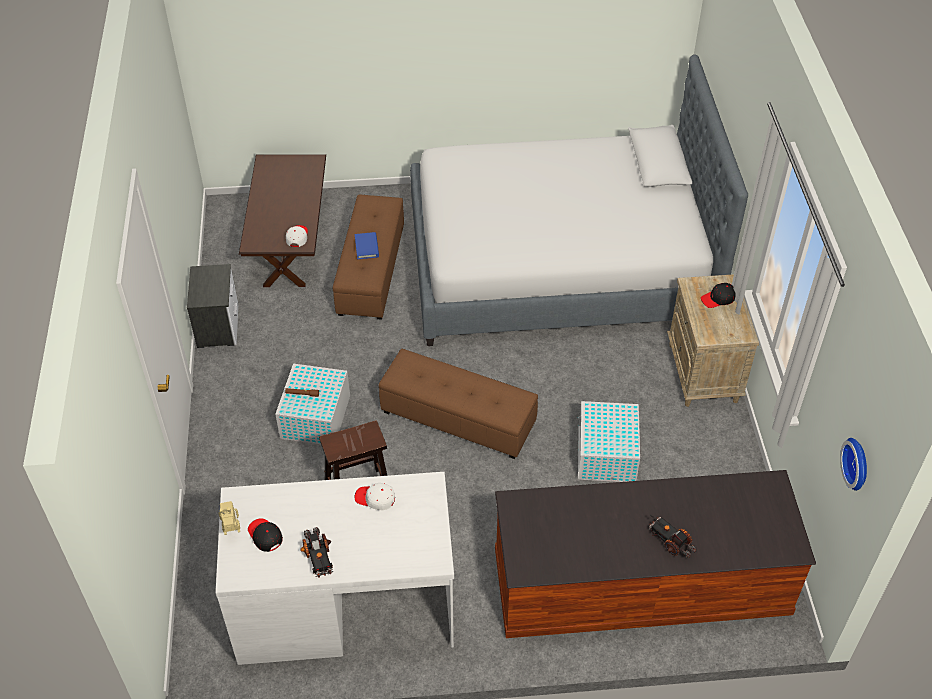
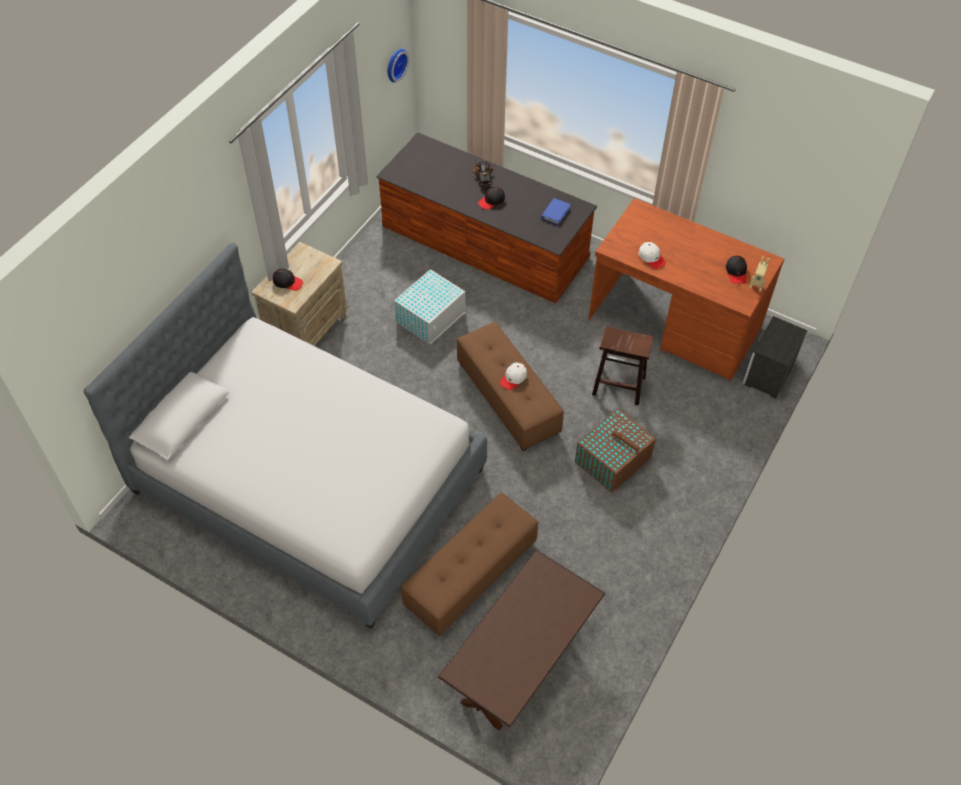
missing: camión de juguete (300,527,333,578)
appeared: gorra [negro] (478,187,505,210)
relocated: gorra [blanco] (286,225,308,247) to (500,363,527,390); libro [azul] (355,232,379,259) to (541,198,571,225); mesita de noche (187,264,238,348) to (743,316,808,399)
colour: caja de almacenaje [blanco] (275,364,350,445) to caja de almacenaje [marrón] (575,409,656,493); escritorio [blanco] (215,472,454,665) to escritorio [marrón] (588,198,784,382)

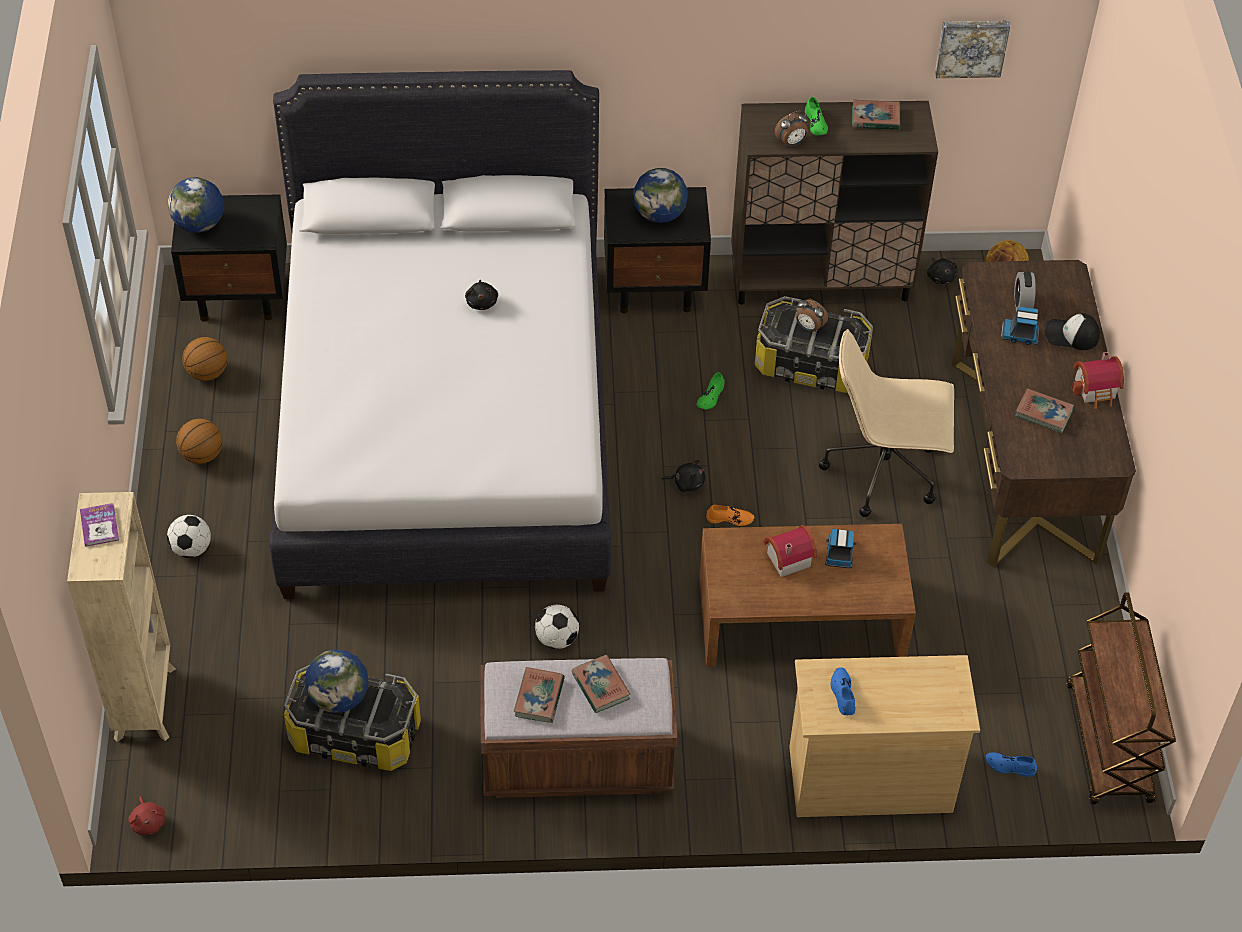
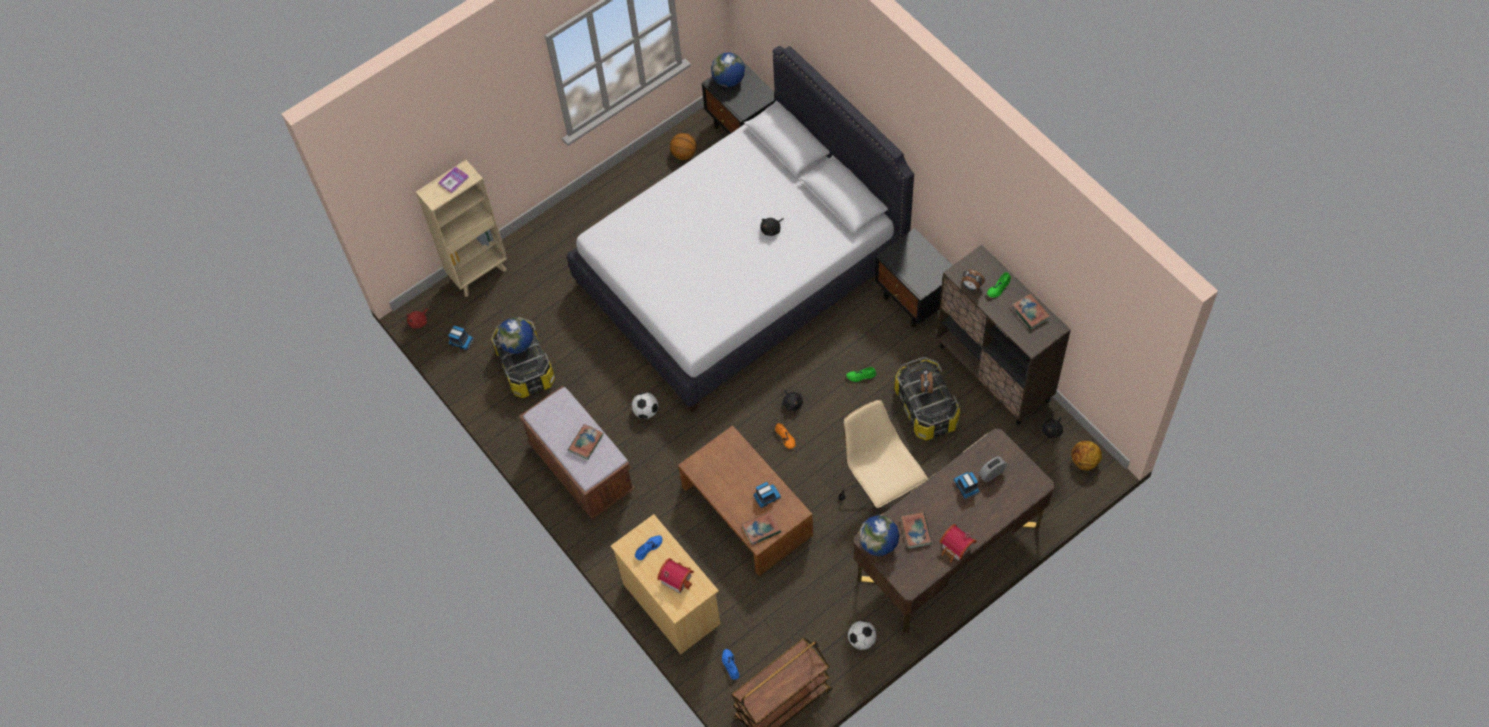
missing: cuadro (935,21,1010,78); gorra (1045,313,1100,350); balón de baloncesto (176,419,223,464)
appeared: camión de juguete (448,325,474,350)
relocated: globo terráqueo (633,168,688,223) to (859,515,900,556); balón de fútbol (167,515,211,558) to (848,621,877,650); casita (763,525,817,577) to (657,558,694,593); libro (514,667,565,723) to (742,511,781,545)

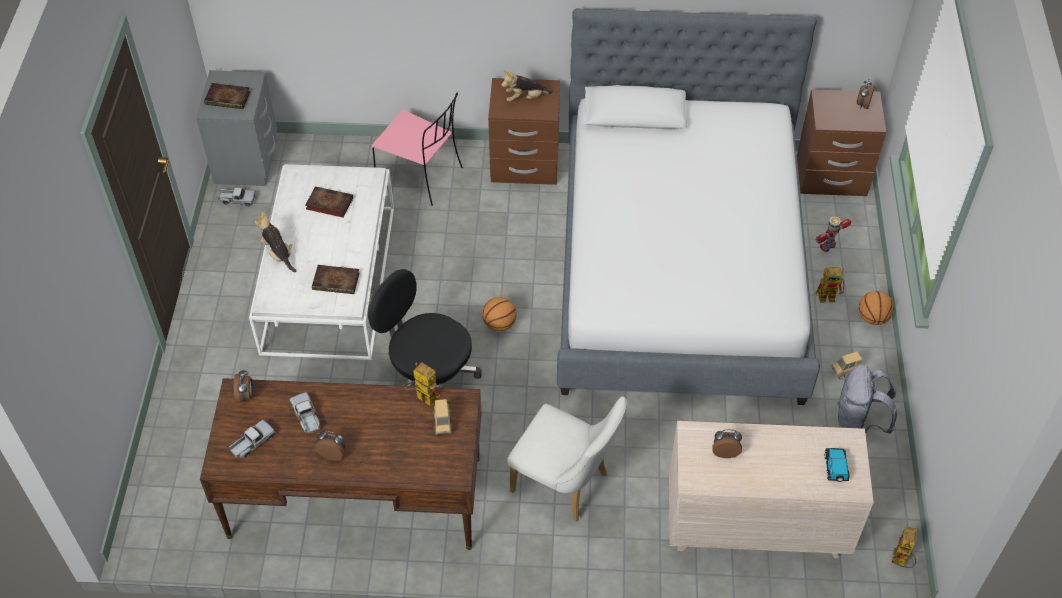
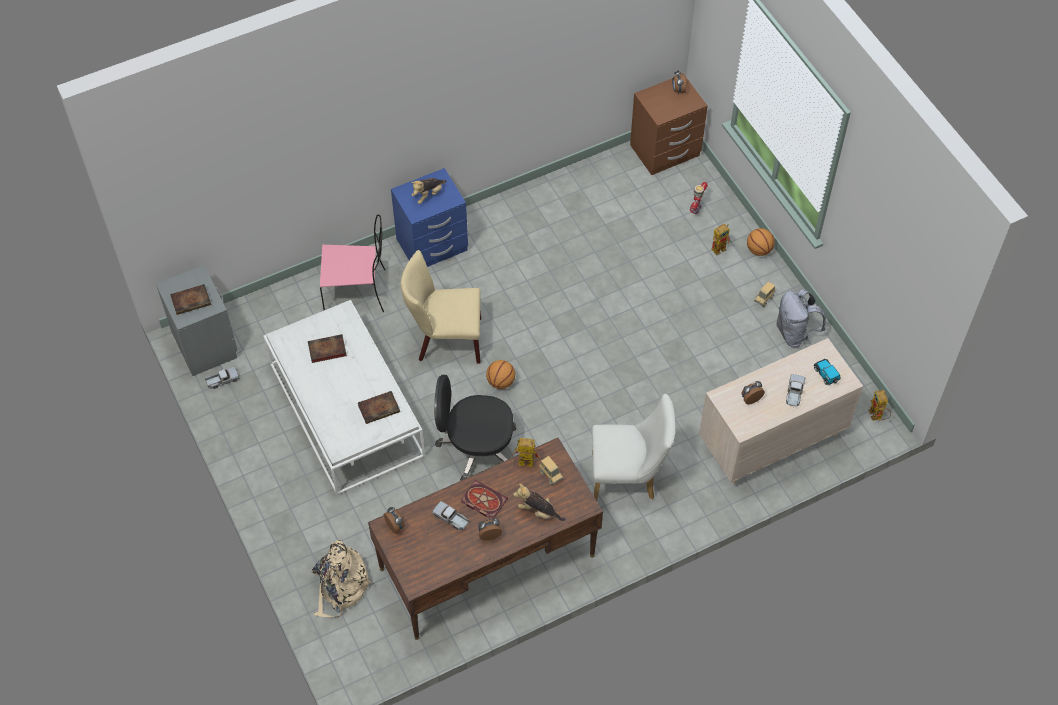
missing: cama (557,8,820,405)
appeared: silla [beis] (401,250,481,364); libro (461,480,508,520); mochila [beis] (311,540,372,617)
relocated: peluche (255,211,296,272) to (513,484,565,521); camión de juguete (229,420,275,458) to (786,374,805,407)
colour: mesita de noche [marrón] (488,78,560,185) to mesita de noche [azul] (391,168,468,267)

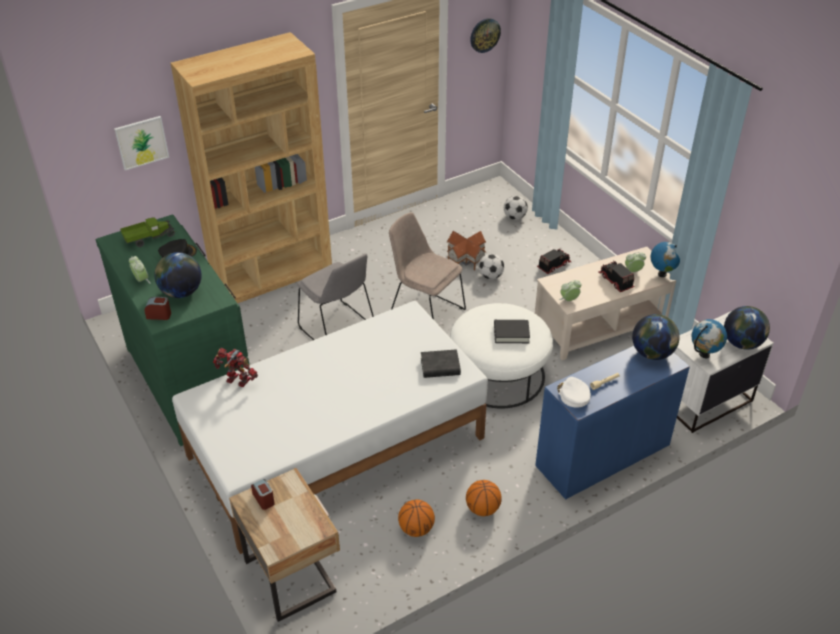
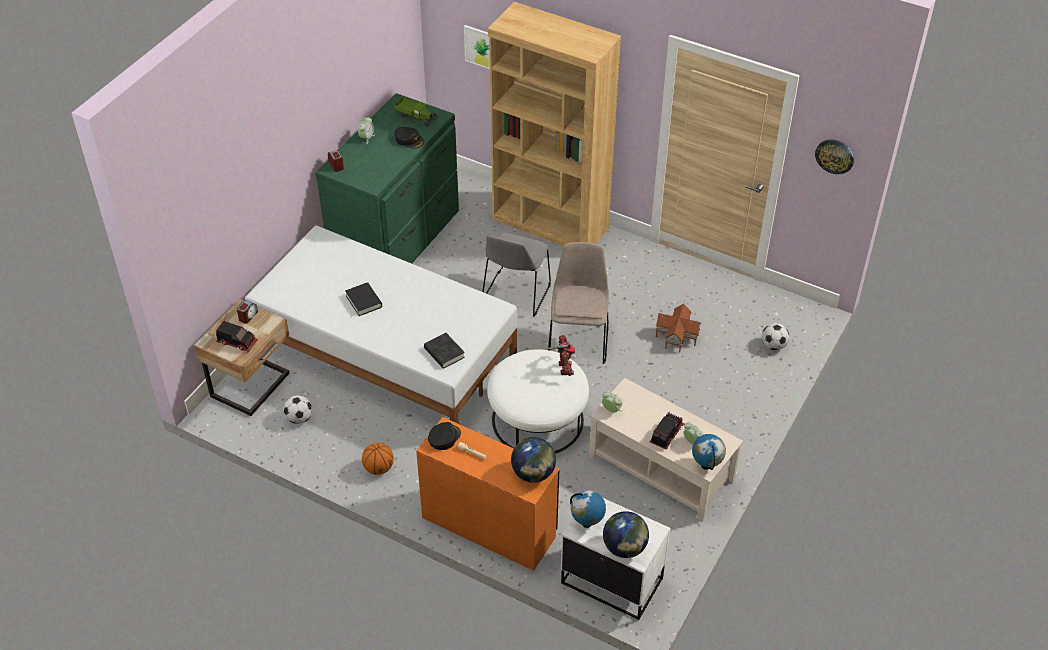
missing: globo terráqueo (154,252,202,298); balón de baloncesto (398,500,435,537)
relocated: camión de juguete (537,249,571,274) to (216,320,258,352); balón de fútbol (478,254,504,279) to (283,395,312,424); libro [negro] (494,320,530,343) to (345,282,382,316); robot de juguete (213,348,258,387) to (548,335,575,376)
colour: escritorio [azul] (535,346,690,499) to escritorio [naranja] (416,417,559,571); gorra [blanco] (557,377,591,408) to gorra [negro] (428,422,461,450)

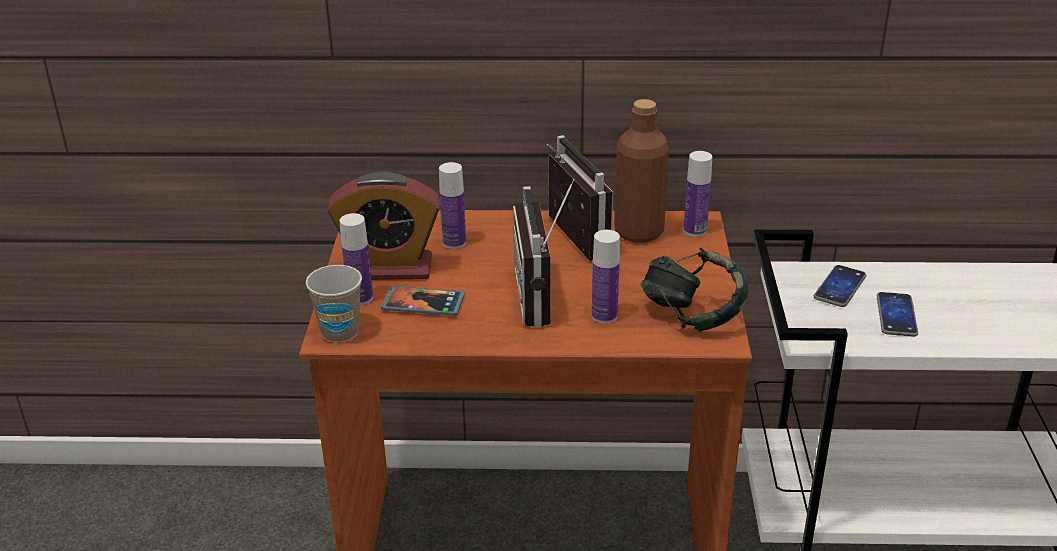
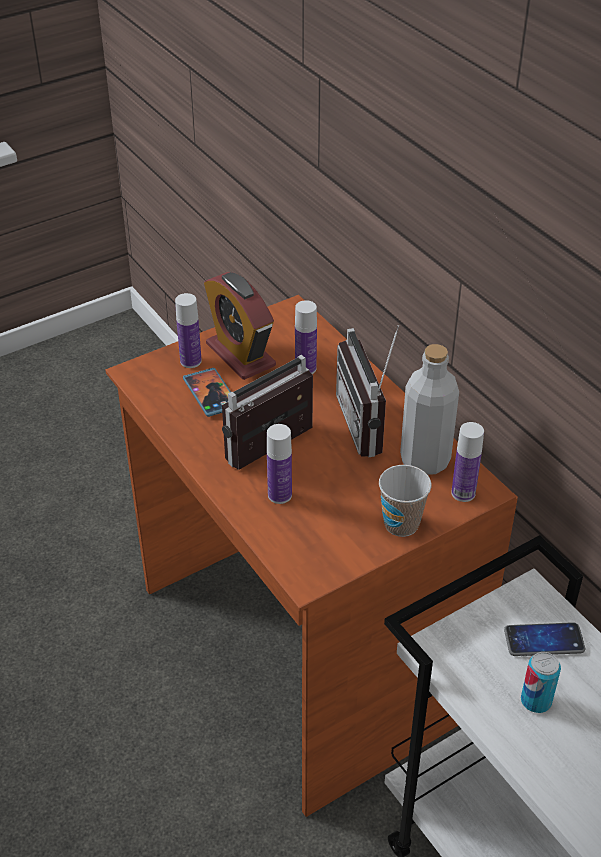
missing: auriculares (641,248,748,332)
relocated: taza (306,265,362,343) to (379,465,431,537)
exchanged: móvil (877,292,918,337) to lata (521,652,561,713)
colour: botella [marrón] (614,99,669,243) to botella [gris] (400,344,459,475)
spun: radio (547,135,613,261) = (336,325,399,457) 135 degrees clockwise

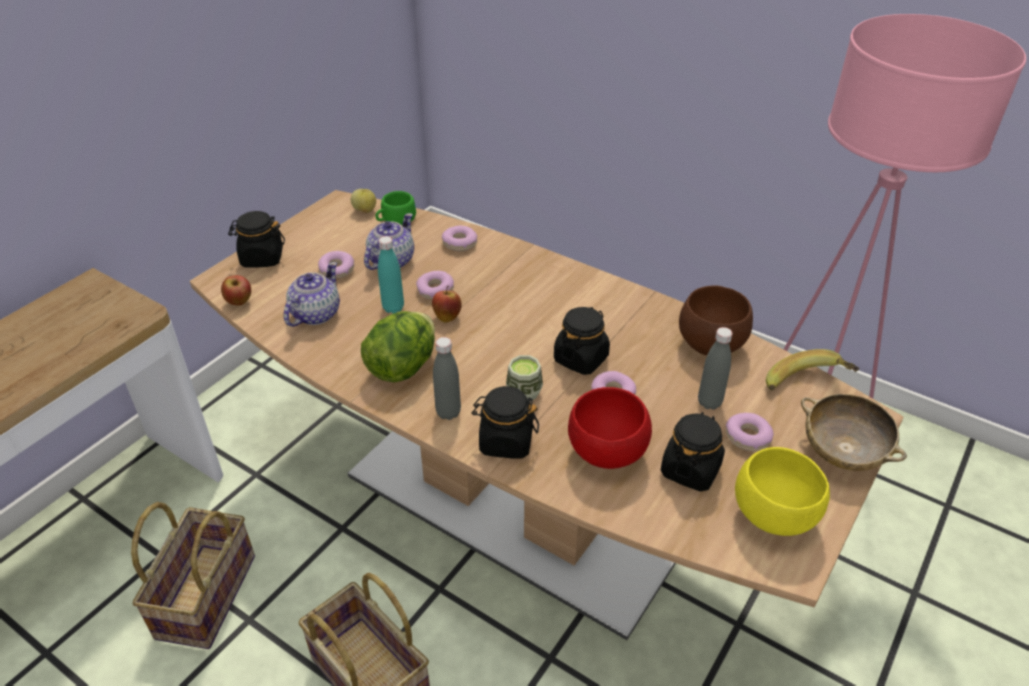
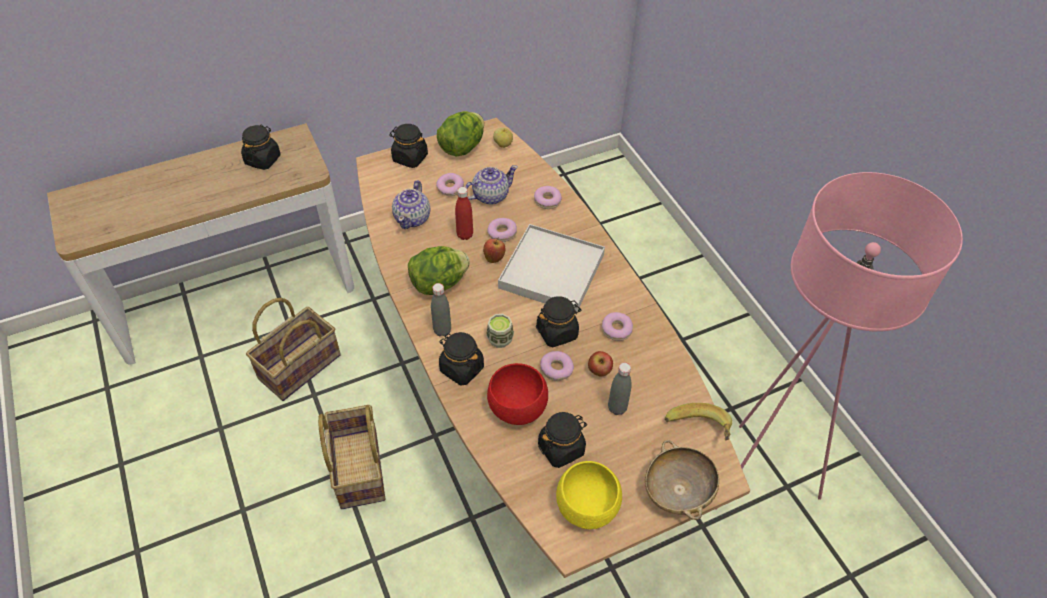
missing: taza [verde] (376,191,416,225); cuenco [marrón] (679,285,753,355)
appeared: lechuga (437,111,484,156); tarro [negro] (241,125,281,170); bandeja [blanco] (498,224,605,312)
relocated: manzana (221,275,251,306) to (588,351,613,377); rosquilla (726,413,774,451) to (602,312,633,341)
colour: botella [turquesa] (378,236,404,313) to botella [rojo] (455,187,473,240)
spun: tetera (284,262,340,327) = (392,180,430,229) 135 degrees clockwise

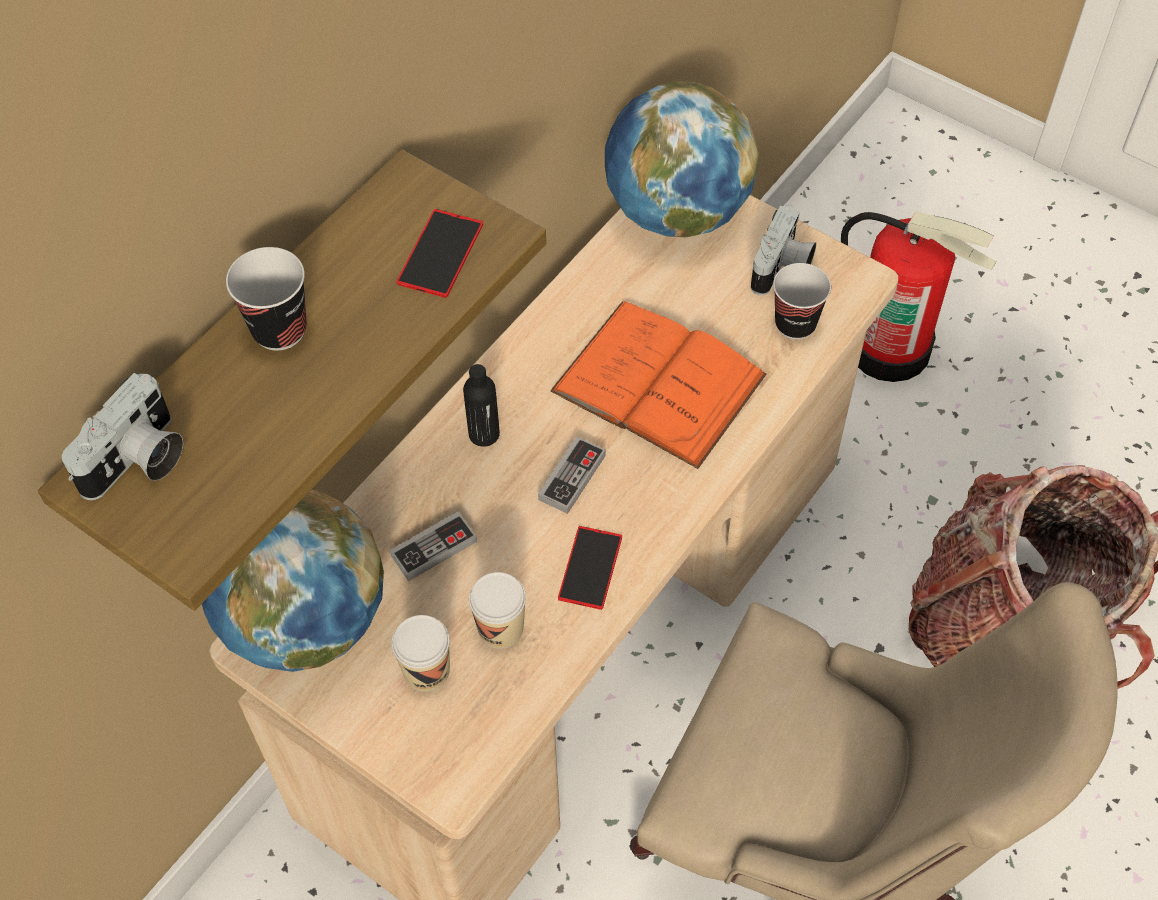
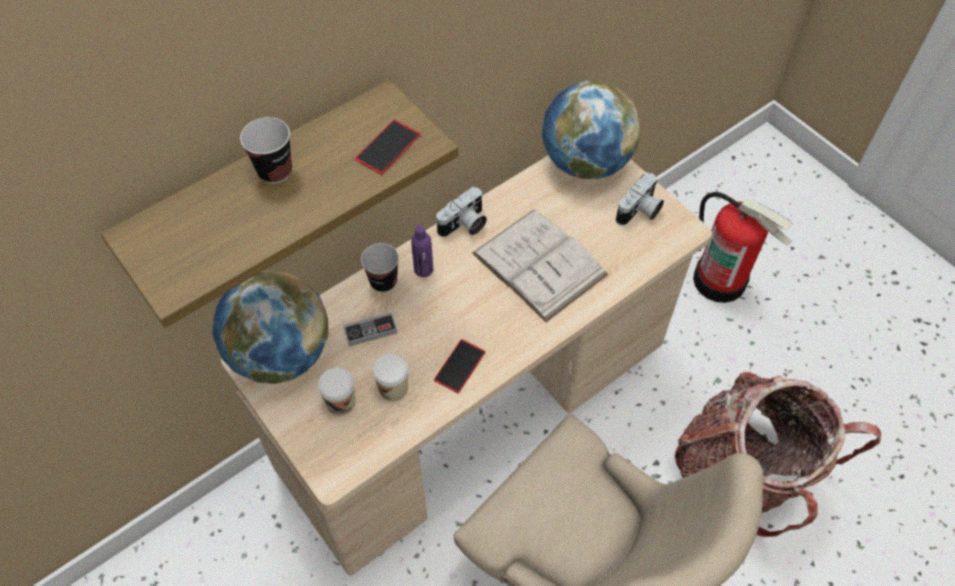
missing: mando de consola (538,436,606,514)
relocated: taza (773,263,831,340) to (361,243,399,292); cámara (62,373,183,500) to (436,187,487,237)
colour: libro [naranja] (550,301,767,469) to libro [blanco] (472,209,608,322); botella [negro] (463,364,500,447) to botella [morado] (411,225,433,277)

